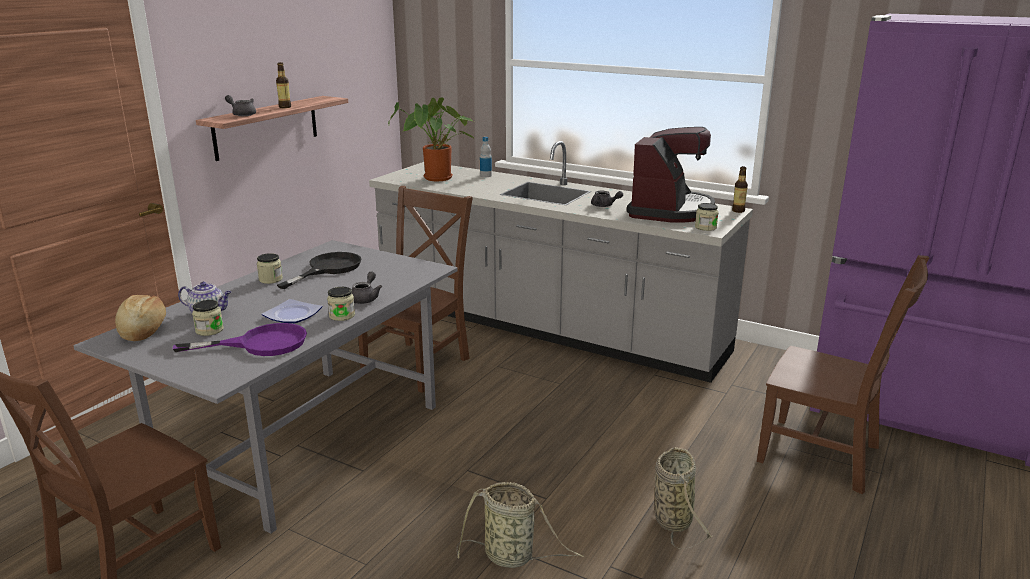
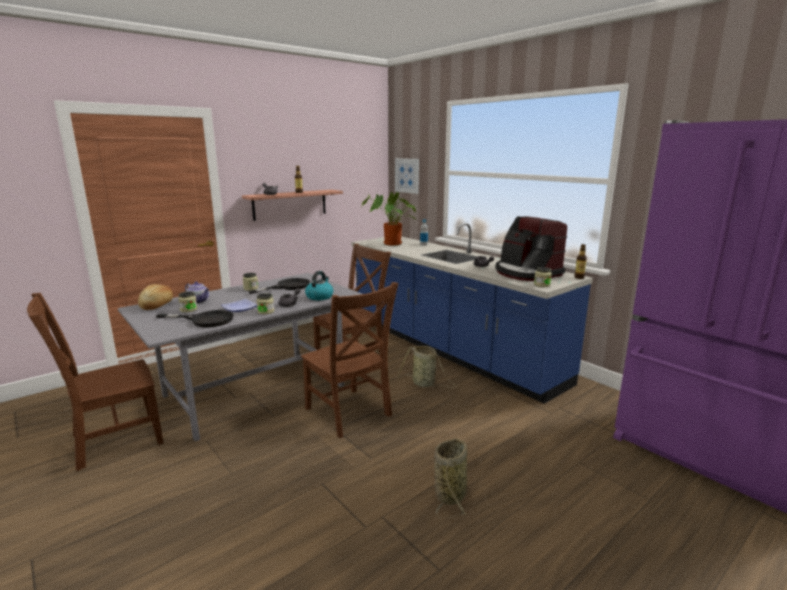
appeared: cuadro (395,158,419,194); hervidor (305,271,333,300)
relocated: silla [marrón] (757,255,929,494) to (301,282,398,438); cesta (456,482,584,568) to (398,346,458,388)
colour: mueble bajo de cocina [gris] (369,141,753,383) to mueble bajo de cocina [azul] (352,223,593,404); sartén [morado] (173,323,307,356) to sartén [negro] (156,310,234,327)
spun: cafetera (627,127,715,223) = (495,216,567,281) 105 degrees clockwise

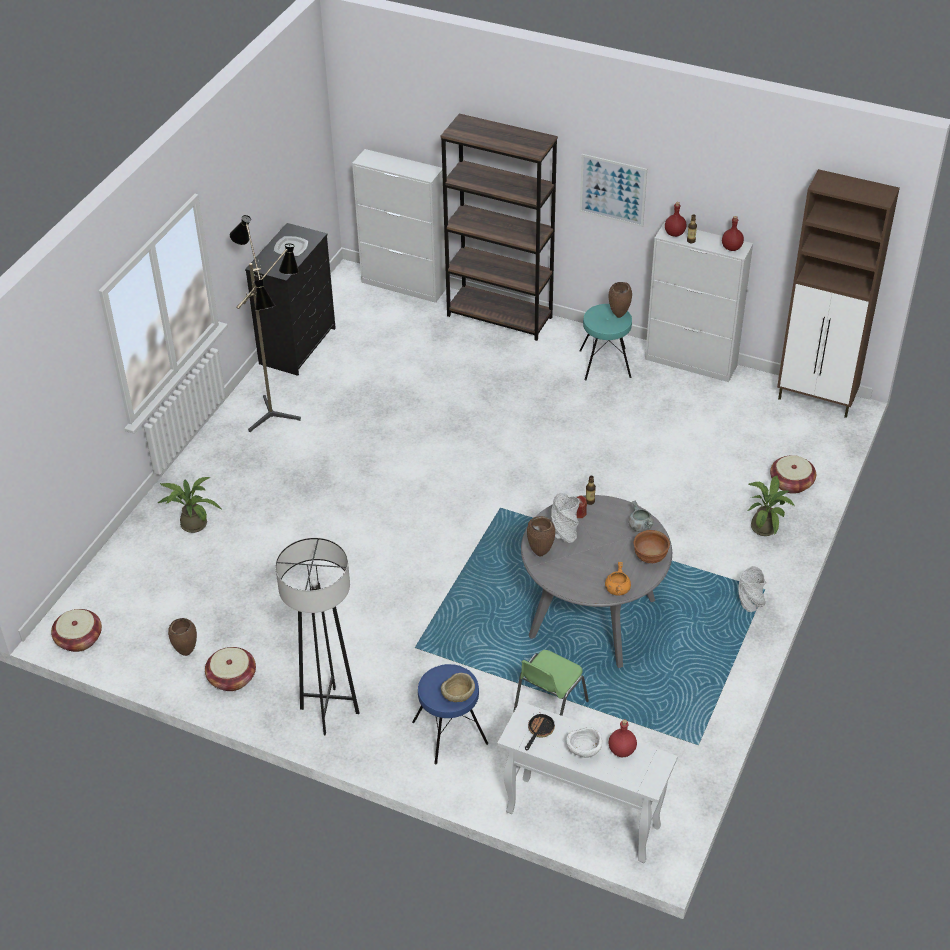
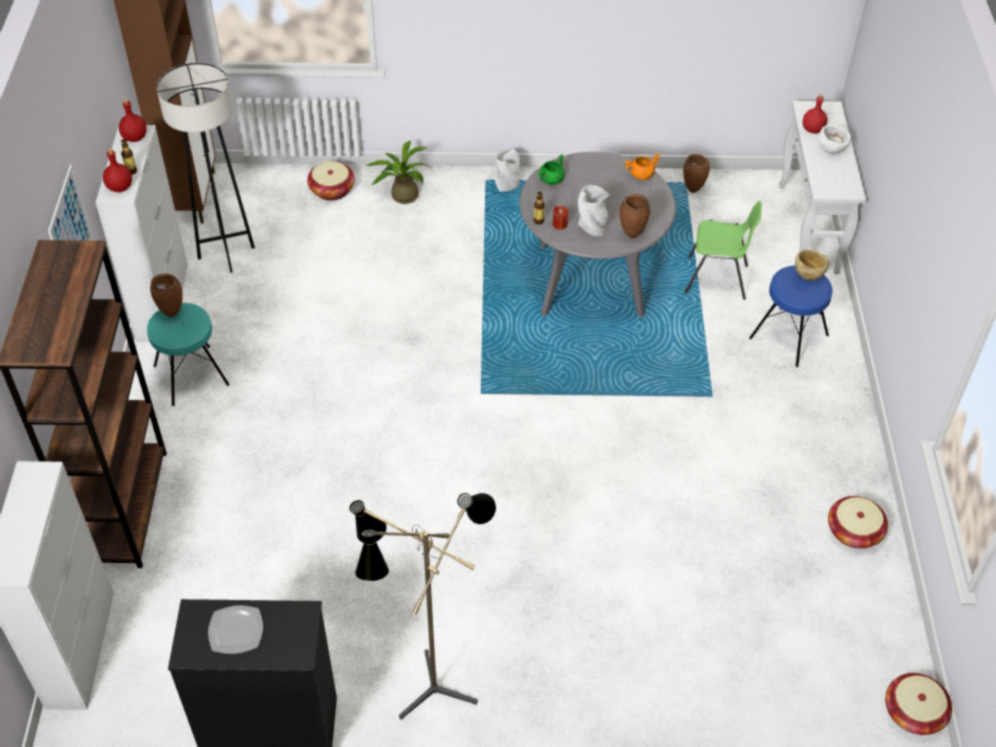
missing: planta en maceta (157,477,222,533); cuenco [marrón] (634,530,670,563); sartén (525,712,555,750)
relocated: lámpara de pie [gris] (275,538,360,735) to (157,63,255,273); florero [marrón] (168,618,197,656) to (683,154,710,193)
colour: olla [gris] (628,501,653,532) to olla [verde] (538,154,565,185)

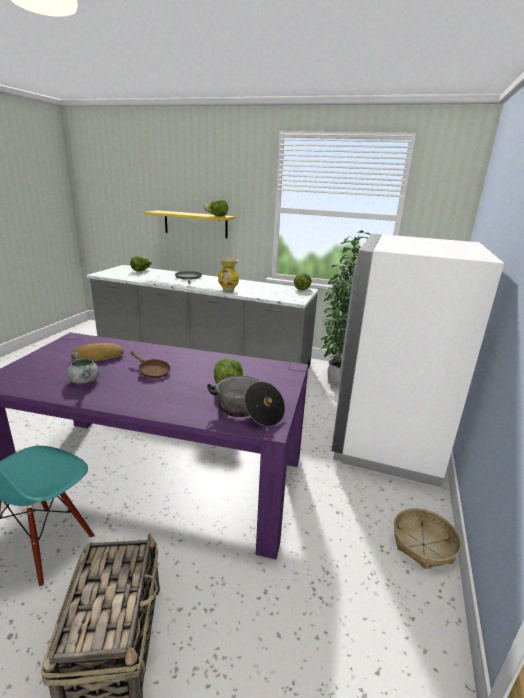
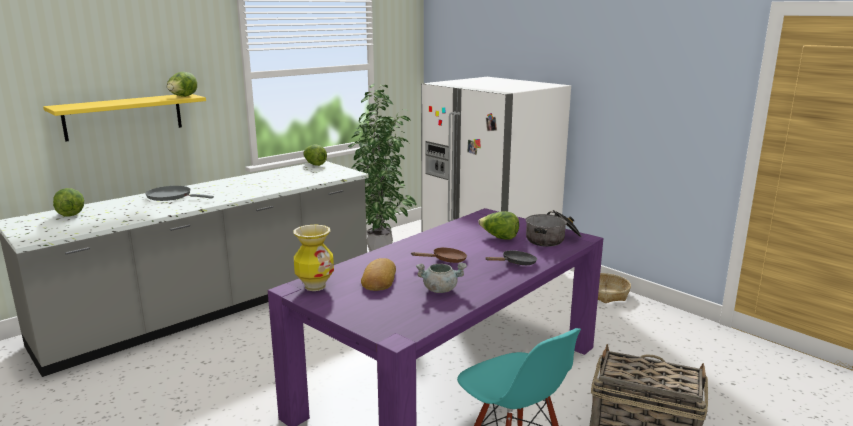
appeared: sartén [negro] (485,250,537,265)
relocated: florero (218,258,239,293) to (293,225,334,291)

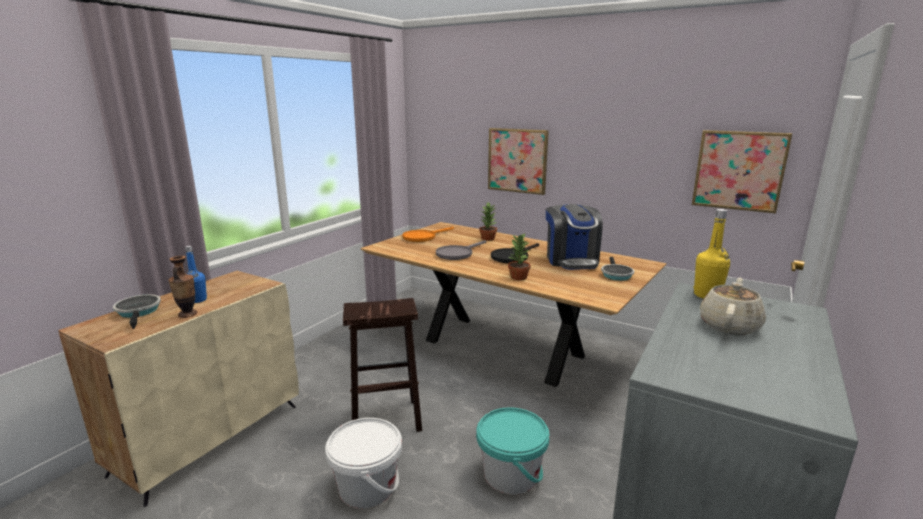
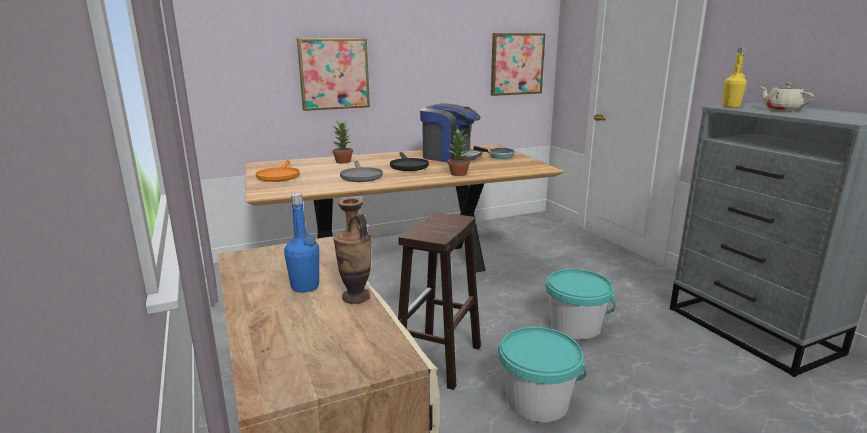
missing: sartén (113,295,161,329)
colour: cubo [blanco] (325,418,402,509) to cubo [turquesa] (498,327,587,422)

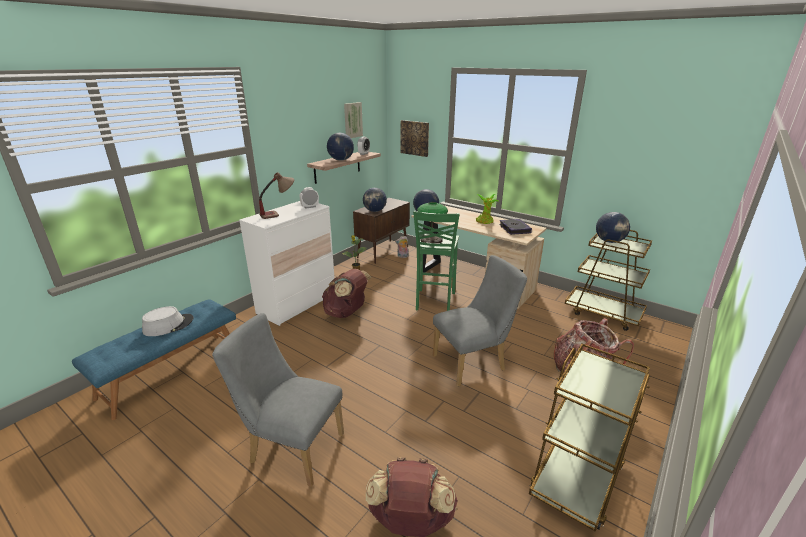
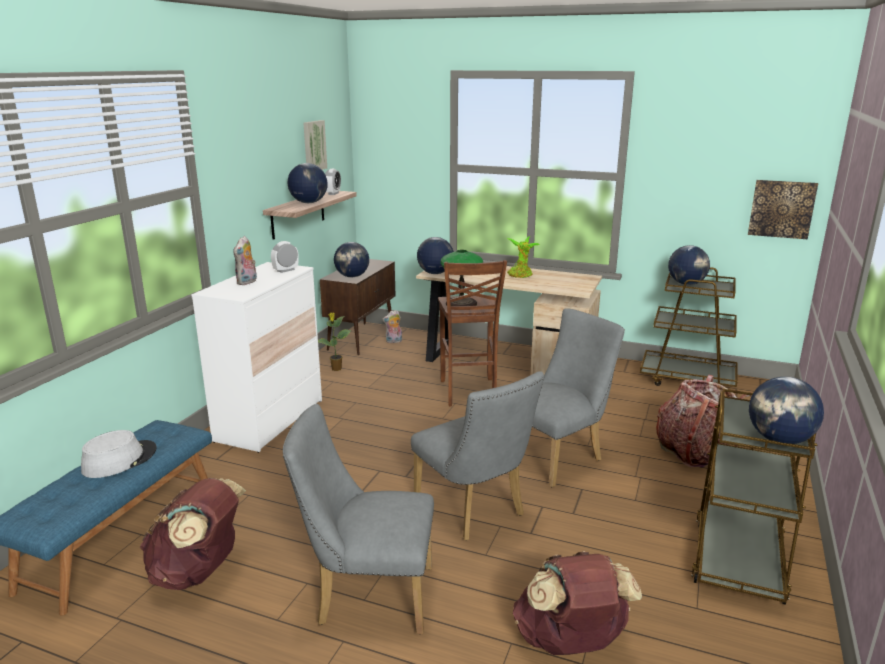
missing: libro (499,219,532,235)
appeared: silla [gris] (411,371,544,540); globo terráqueo (749,377,824,444)
relocated: cuadro (401,120,429,157) to (748,180,818,239); mochila [marrón] (322,269,372,318) to (140,478,246,590)
exchanged: lámpara de mesa (259,172,294,219) to peluche (233,236,257,285)
colour: taburete [verde] (413,211,459,311) to taburete [marrón] (438,260,507,406)

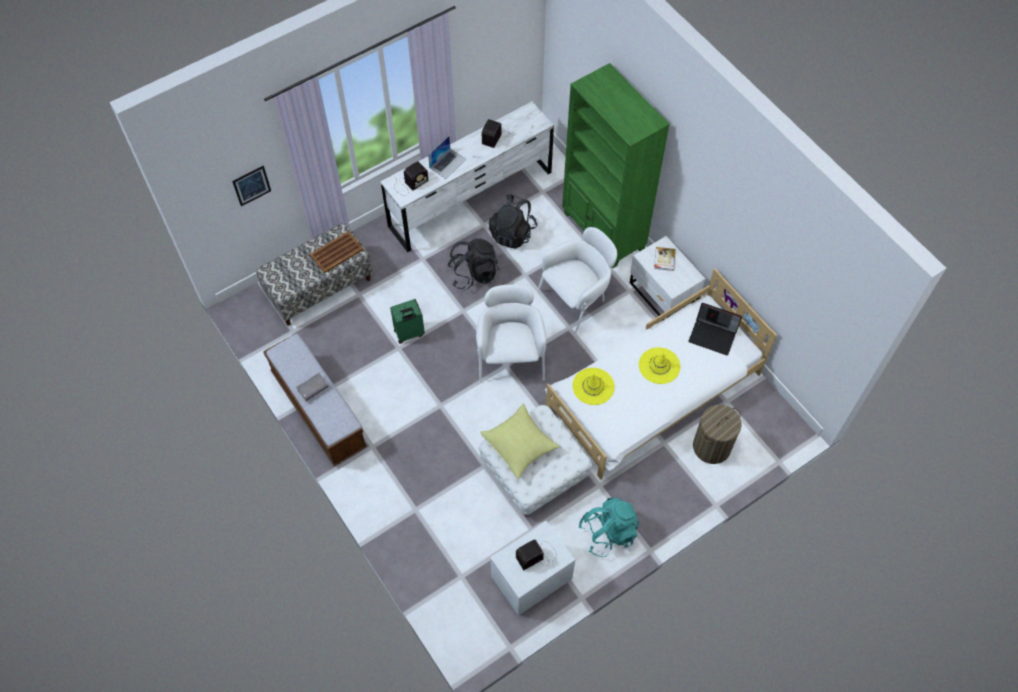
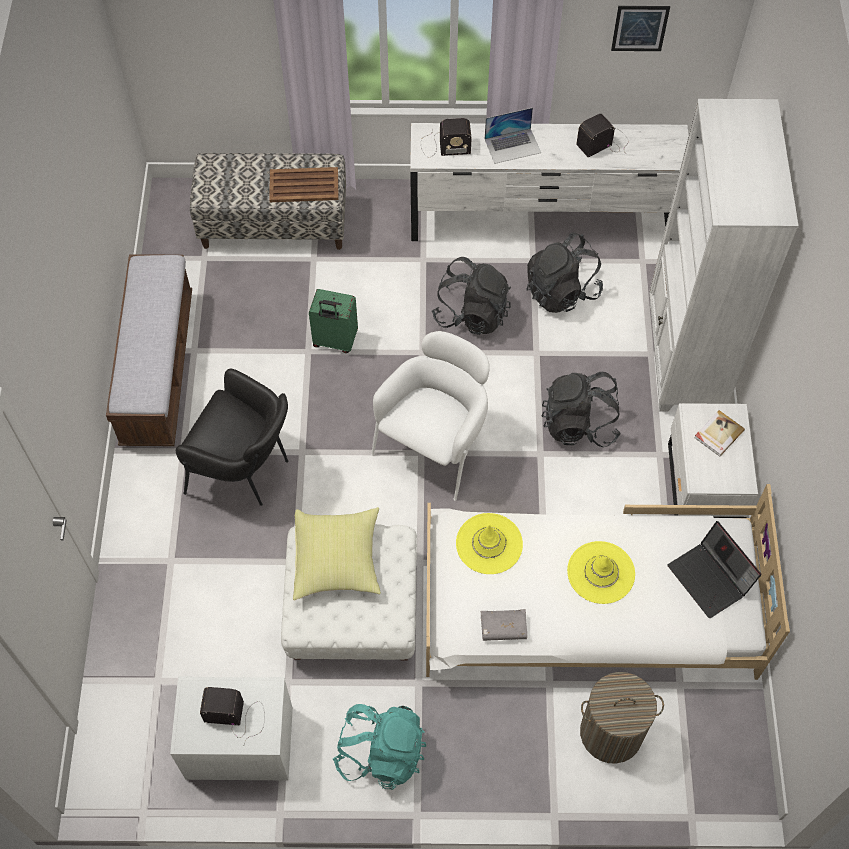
appeared: sillón [negro] (176,369,288,506)
relocated: cuadro (232,166,271,206) to (611,6,670,51); libro [gris] (296,373,329,401) to (481,609,527,641)
exchanged: sillón [blanco] (537,227,617,335) to mochila [negro] (542,372,621,447)
colour: estantería [verde] (562,63,670,268) to estantería [blanco] (649,99,799,412)

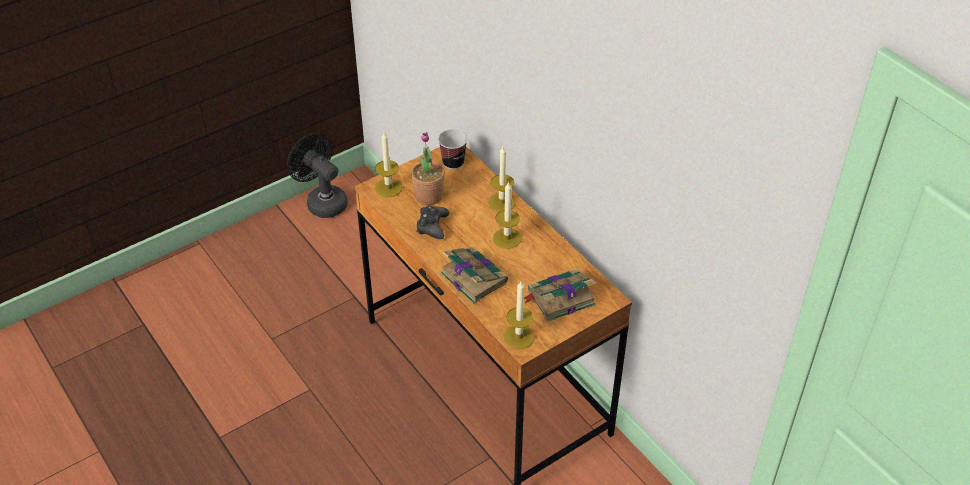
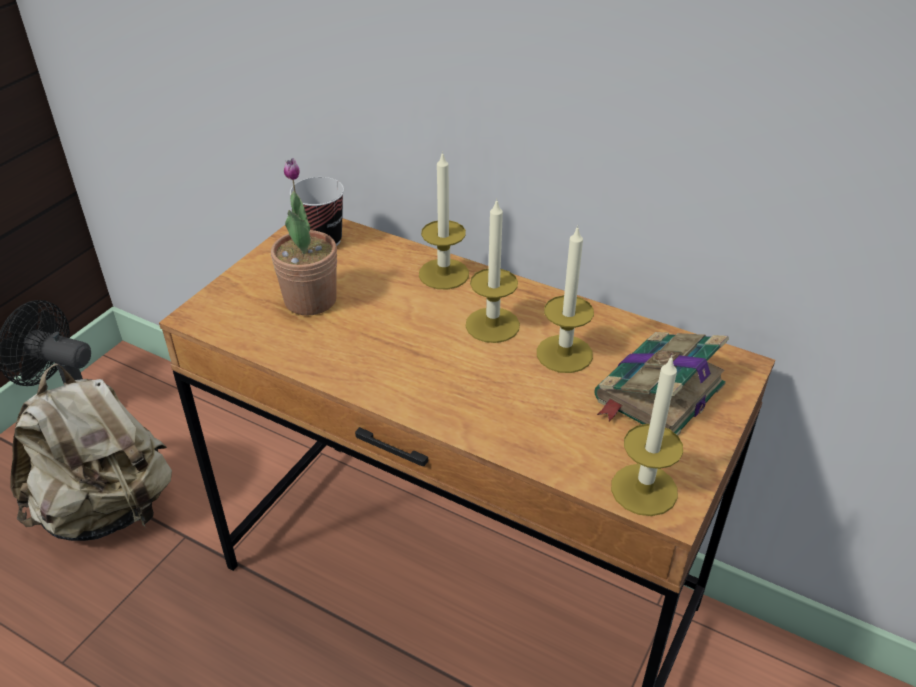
missing: mando de consola [negro] (416,206,450,239); libro (441,247,508,304)
appeared: mochila [beis] (10,363,172,541)
relocated: vela (375,132,402,197) to (537,226,594,373)

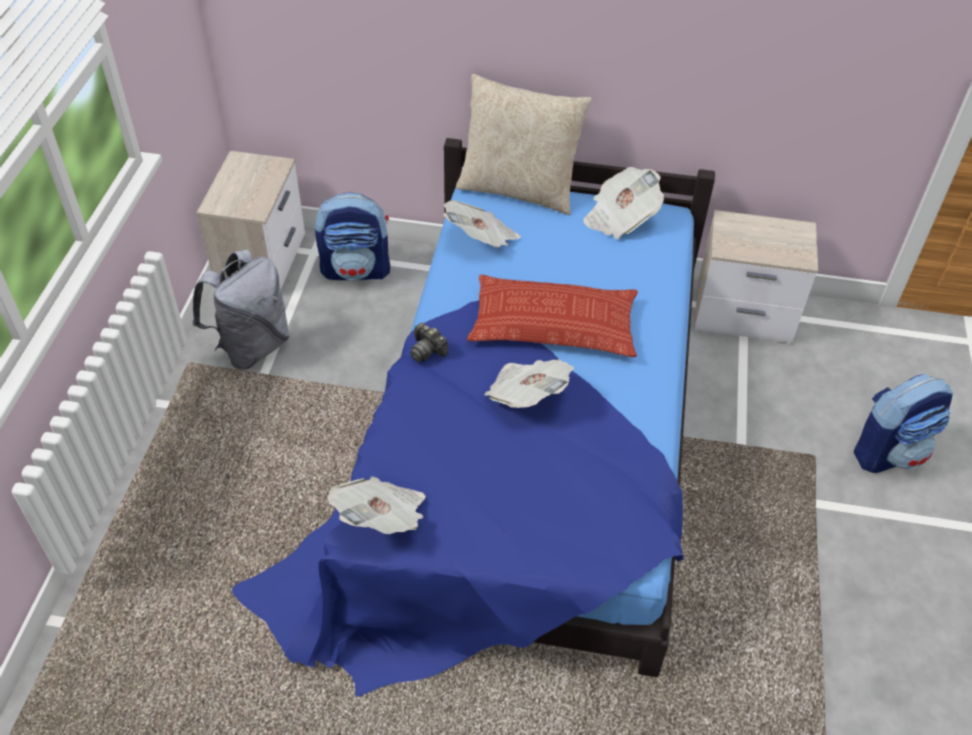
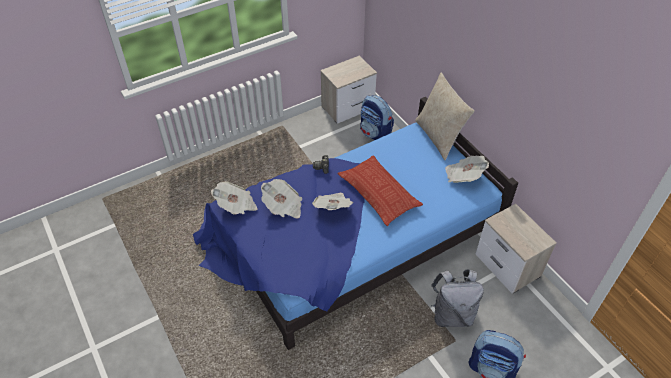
relocated: periódico (443,200,521,247) to (261,179,302,218); mochila [gris] (192,249,290,370) to (431,269,484,327)

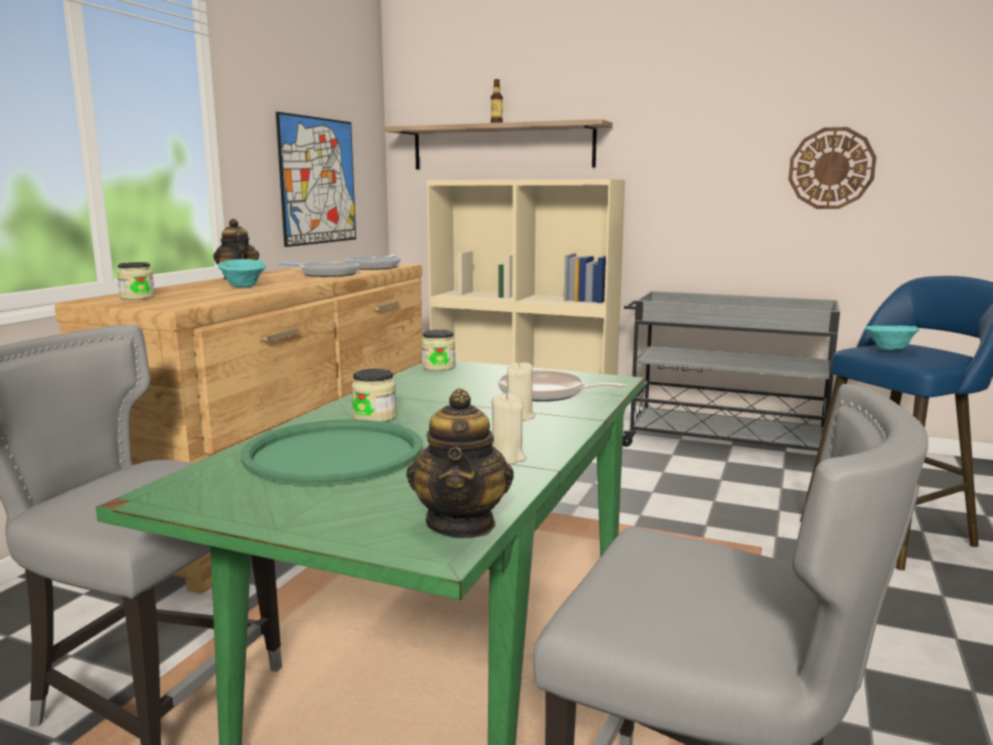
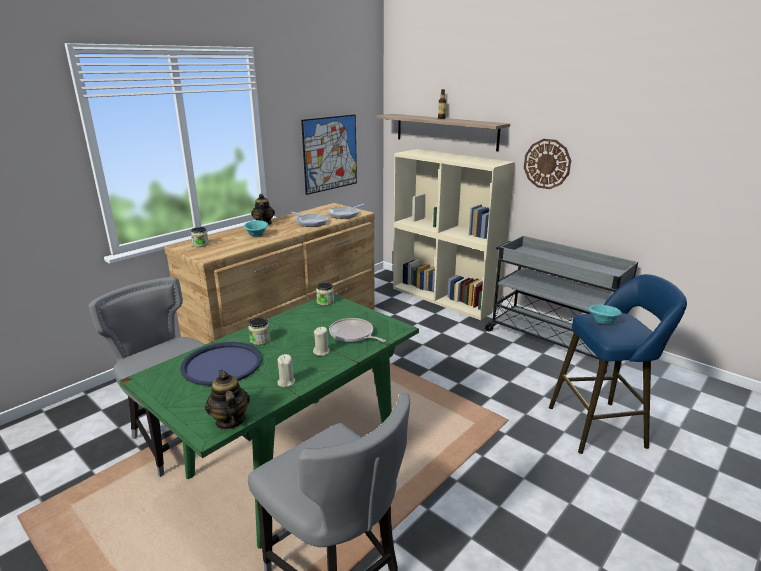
relocated: reloj de pared (788,127,876,209) to (524,139,571,189)
colour: bandeja [verde] (241,419,423,485) to bandeja [azul] (180,342,262,386)
spun: tetera (407,388,514,538) = (205,370,250,430) 135 degrees clockwise

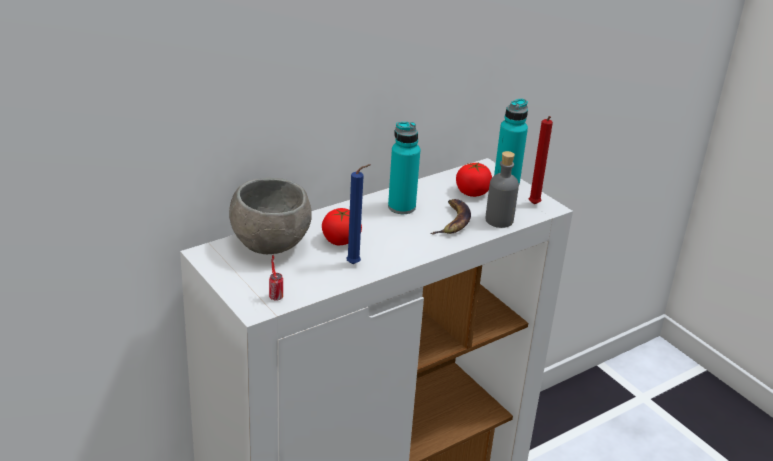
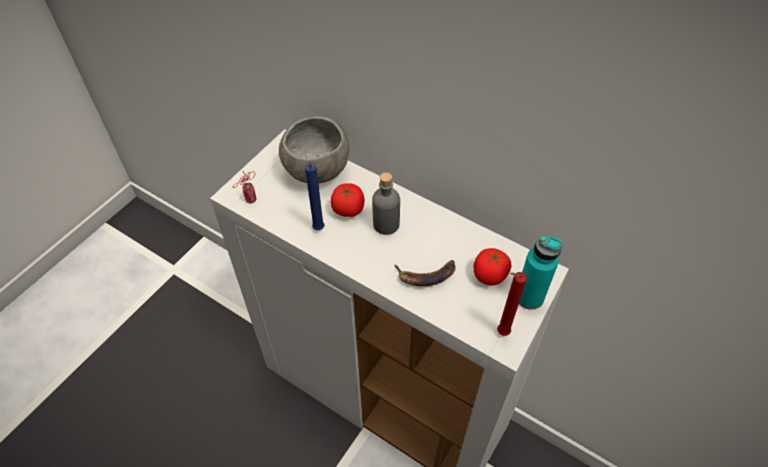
missing: botella [turquesa] (388,122,420,214)
relocated: botella [gris] (485,151,519,228) to (372,172,400,235)

